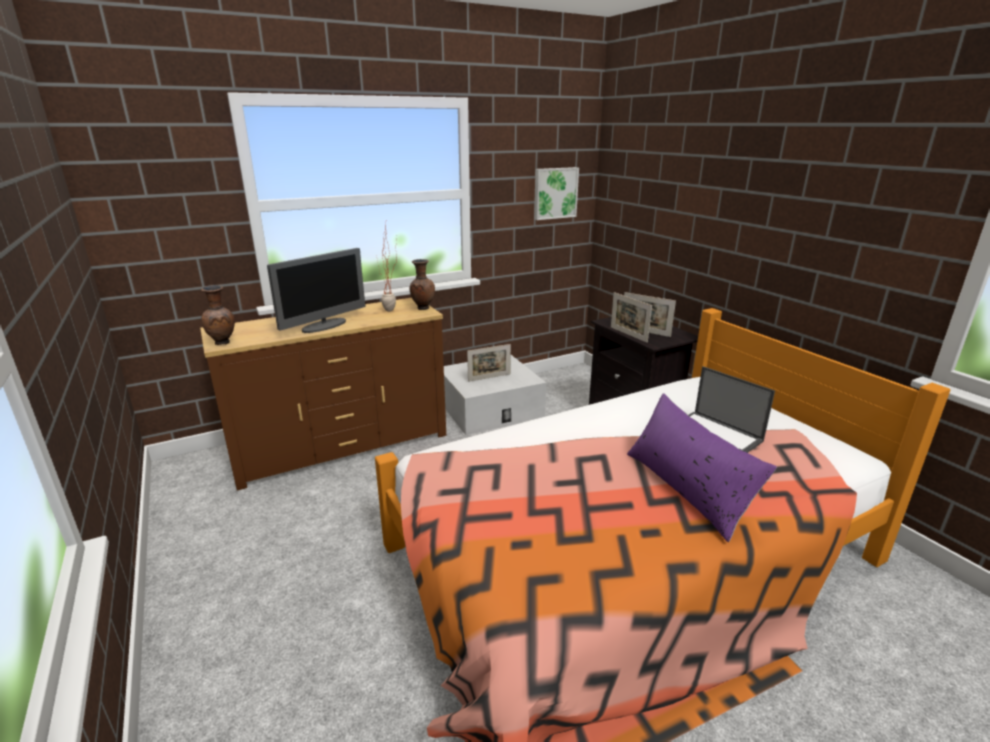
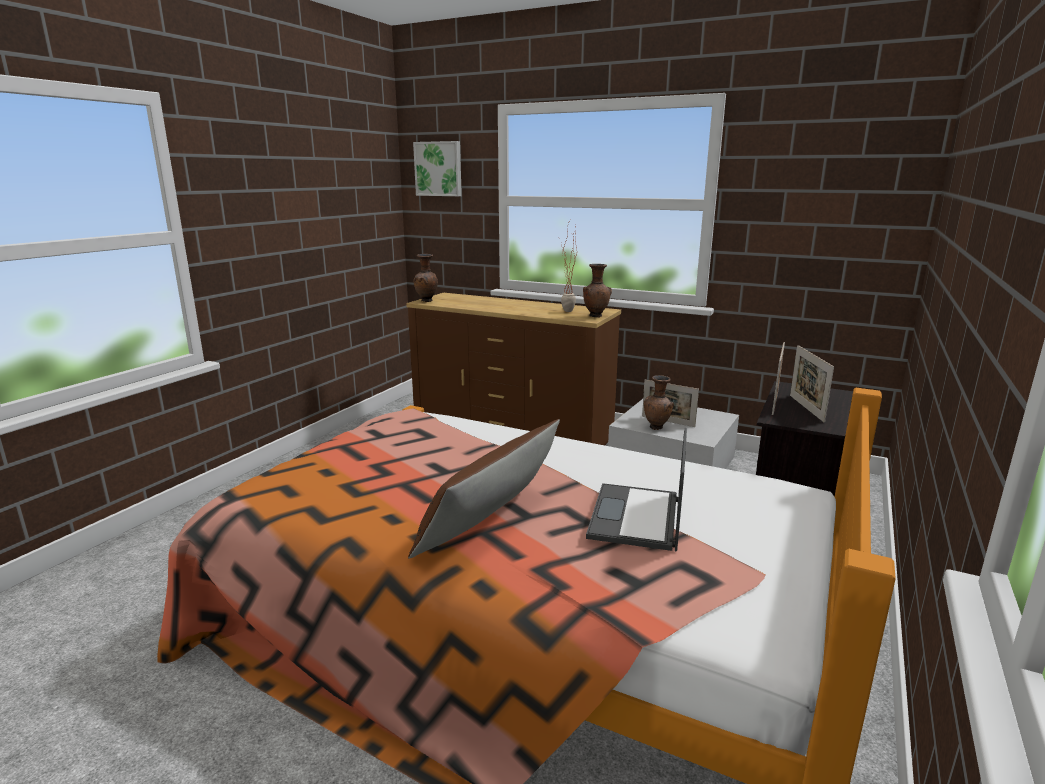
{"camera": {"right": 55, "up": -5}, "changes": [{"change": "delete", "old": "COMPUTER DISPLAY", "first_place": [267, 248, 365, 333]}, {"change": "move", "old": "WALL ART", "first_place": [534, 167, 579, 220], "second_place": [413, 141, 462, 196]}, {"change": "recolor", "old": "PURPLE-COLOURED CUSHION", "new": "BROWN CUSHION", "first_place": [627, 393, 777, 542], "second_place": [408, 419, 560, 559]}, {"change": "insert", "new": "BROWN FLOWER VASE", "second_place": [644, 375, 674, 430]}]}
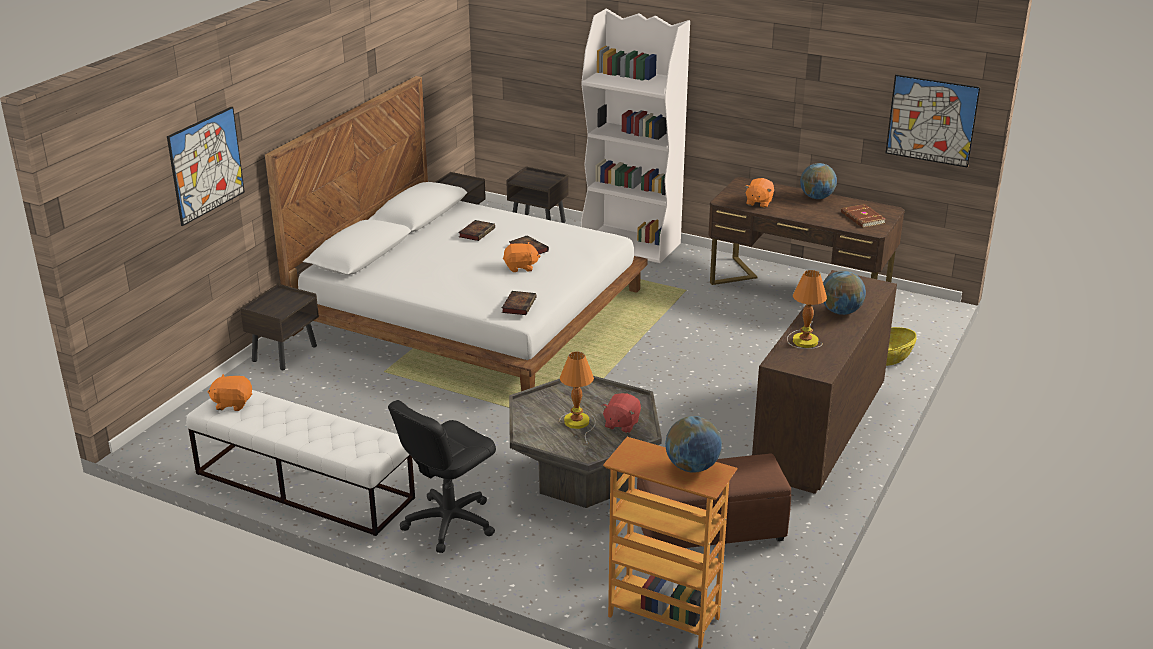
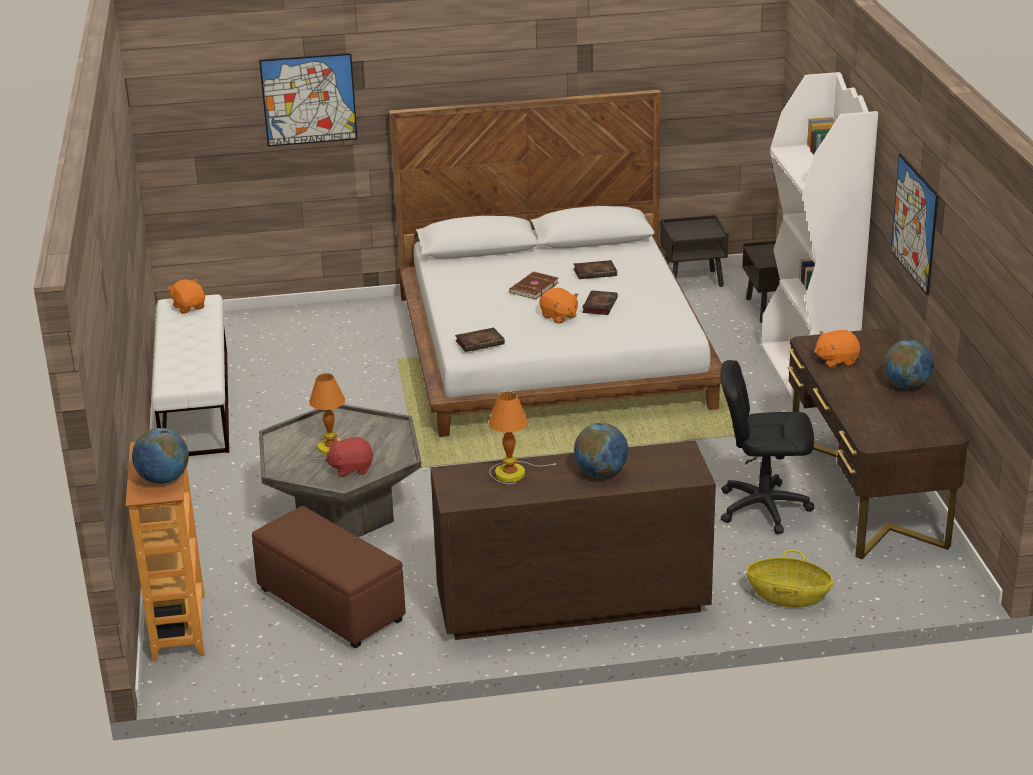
{"camera": {"right": 55, "up": 0}, "changes": [{"change": "delete", "old": "BROWN BEDSIDE TABLE", "first_place": [240, 284, 319, 370]}, {"change": "move", "old": "BLACK-COLOURED COMPUTER CHAIR", "first_place": [388, 400, 496, 553], "second_place": [720, 360, 814, 534]}, {"change": "move", "old": "BROWN BOUND BOOK", "first_place": [841, 204, 886, 228], "second_place": [509, 272, 559, 300]}, {"change": "move", "old": "WALL ART", "first_place": [885, 74, 981, 168], "second_place": [891, 154, 939, 296]}]}
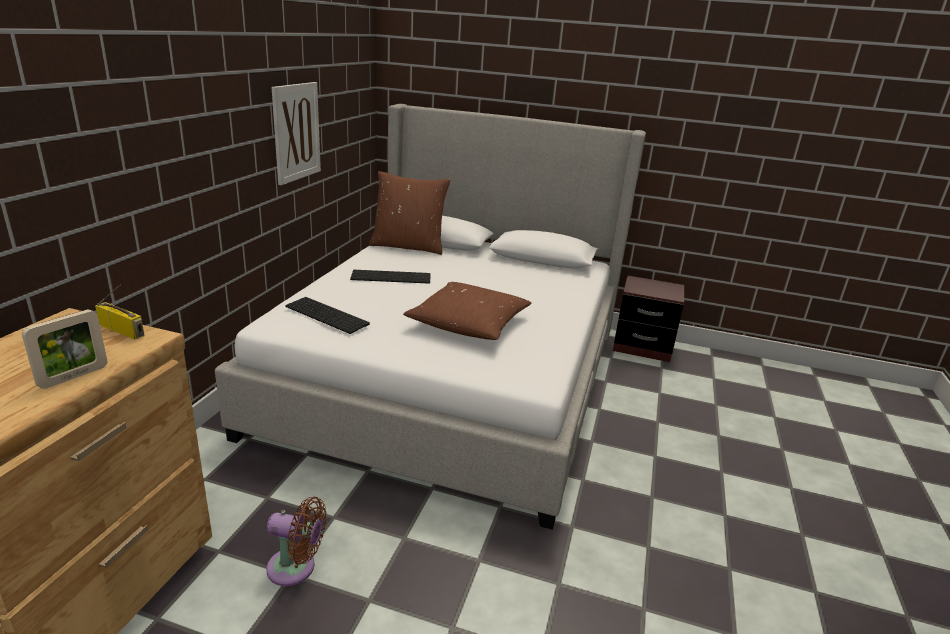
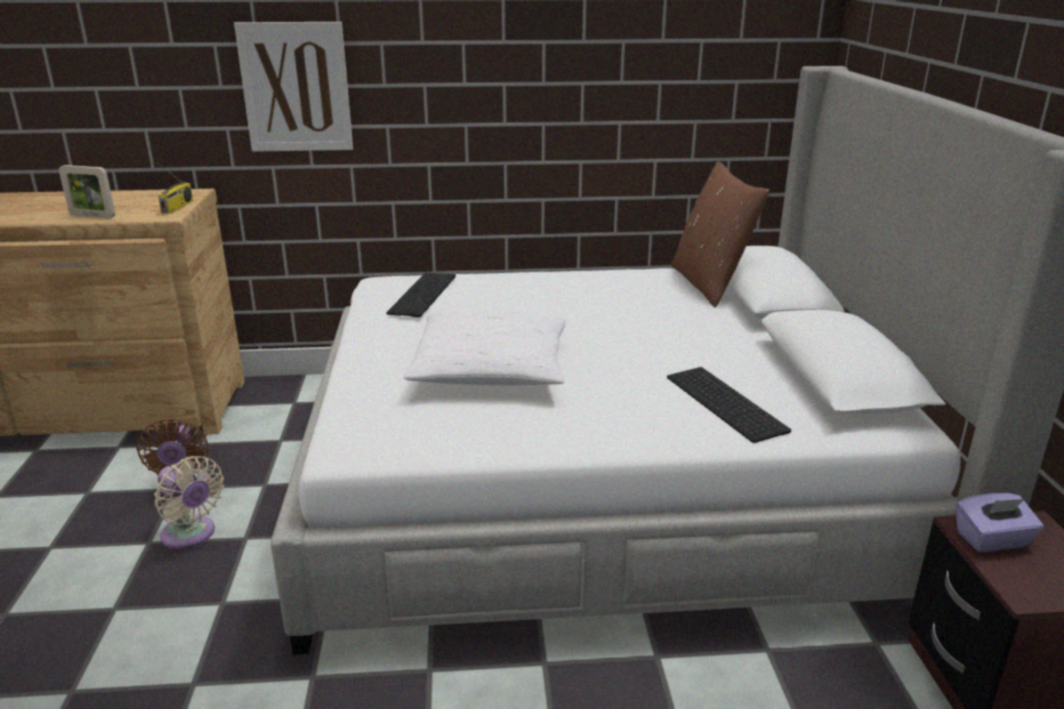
{"camera": {"right": 70, "up": 0}, "changes": [{"change": "move", "old": "WALL ART", "first_place": [272, 82, 321, 185], "second_place": [234, 22, 353, 152]}, {"change": "move", "old": "KEYBOARD", "first_place": [350, 270, 431, 284], "second_place": [667, 367, 791, 443]}, {"change": "recolor", "old": "BROWN CUSHION", "new": "WHITE CUSHION", "first_place": [403, 282, 532, 340], "second_place": [404, 311, 566, 385]}, {"change": "insert", "new": "SAND-COLOURED ELECTRIC FAN", "second_place": [154, 456, 224, 549]}, {"change": "insert", "new": "PURPLE-COLOURED TISSUE BOX", "second_place": [956, 493, 1044, 552]}]}
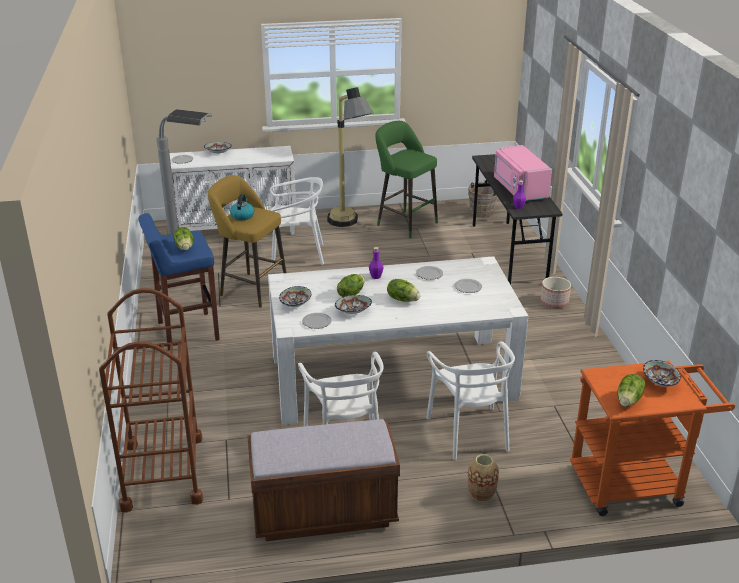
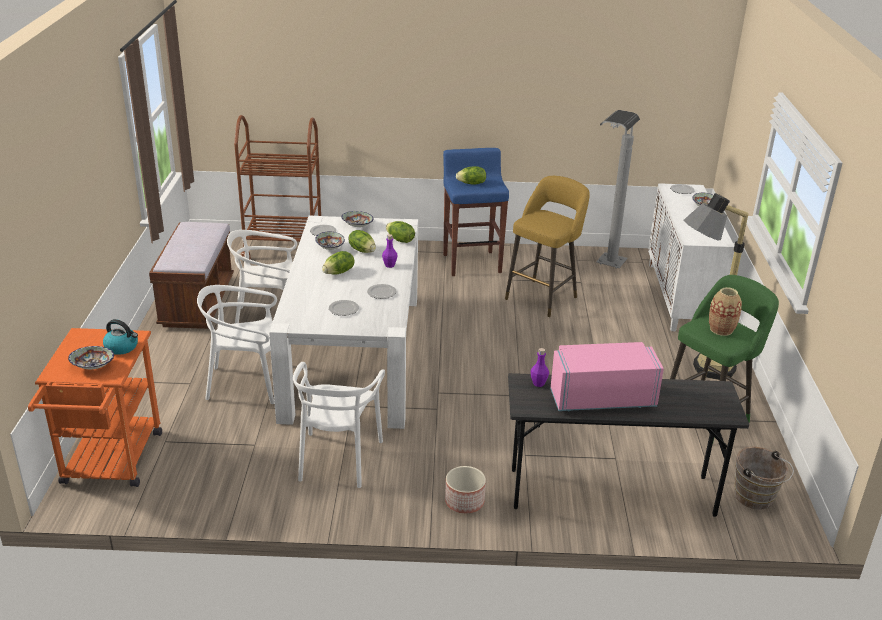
{"camera": {"right": 100, "up": 0}, "changes": [{"change": "move", "old": "KETTLE", "first_place": [230, 194, 254, 220], "second_place": [103, 319, 138, 355]}, {"change": "move", "old": "WHITE PLAIN CHAIR", "first_place": [270, 177, 324, 269], "second_place": [293, 362, 385, 488]}, {"change": "move", "old": "FLOWER VASE", "first_place": [468, 454, 499, 502], "second_place": [709, 287, 742, 336]}, {"change": "move", "old": "HEAD OF LETTUCE", "first_place": [617, 374, 645, 407], "second_place": [386, 221, 415, 243]}]}
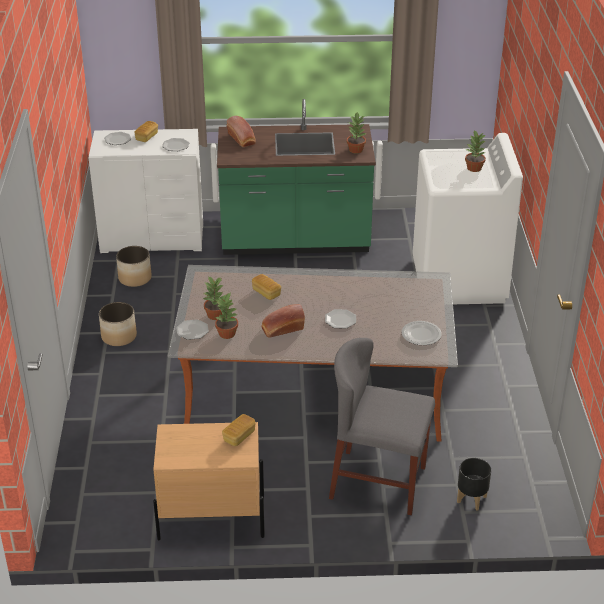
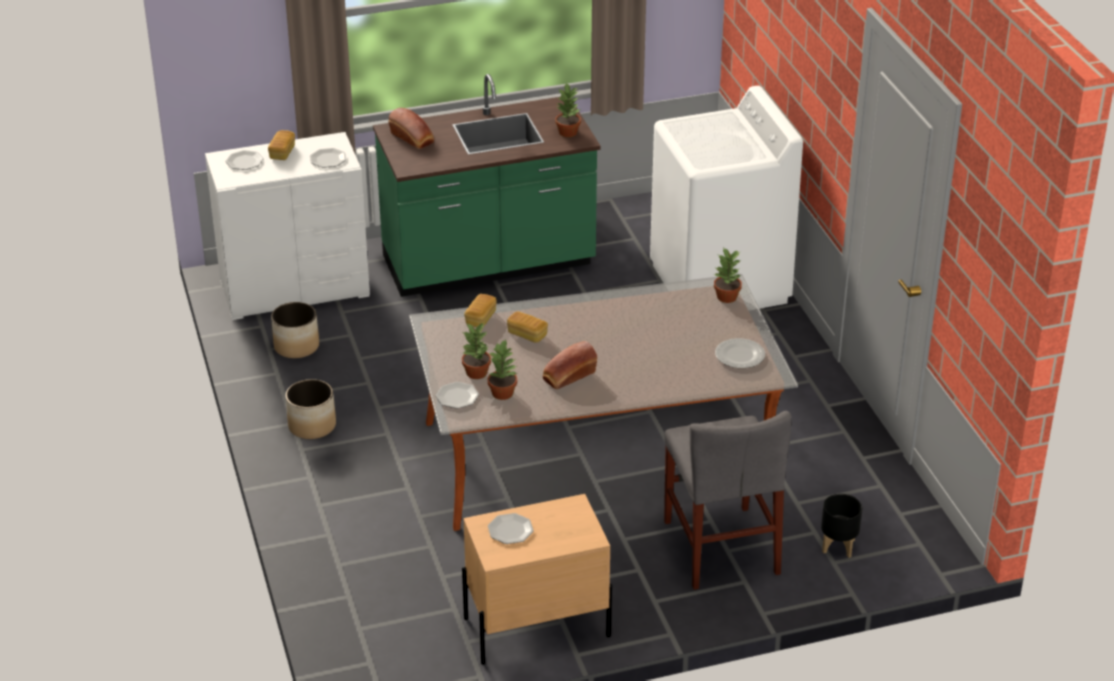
{"camera": {"right": -15, "up": 0}, "changes": [{"change": "move", "old": "BREAD", "first_place": [222, 414, 256, 446], "second_place": [464, 294, 497, 327]}, {"change": "move", "old": "DINNER PLATE", "first_place": [325, 309, 356, 329], "second_place": [488, 513, 534, 544]}, {"change": "rotate", "old": "GREY PLAIN CHAIR", "first_place": [329, 338, 435, 515], "second_place": [664, 411, 792, 590], "degrees": -105}, {"change": "move", "old": "PLANT IN A POT", "first_place": [465, 130, 486, 172], "second_place": [714, 247, 742, 303]}]}
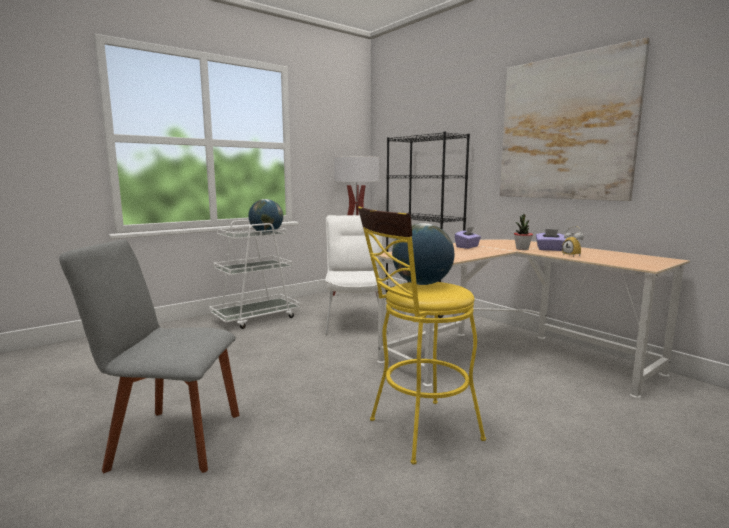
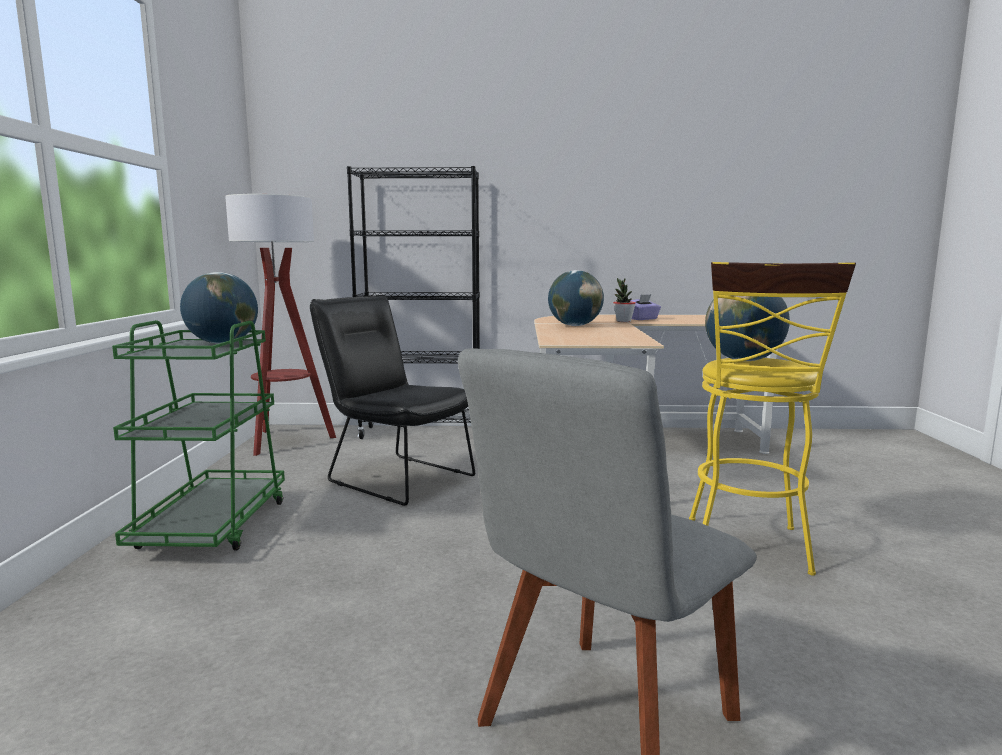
{"camera": {"right": -50, "up": 0}, "changes": [{"change": "recolor", "old": "WHITE CART", "new": "GREENISH CART", "first_place": [209, 220, 300, 329], "second_place": [112, 320, 285, 550]}, {"change": "recolor", "old": "WHITE PLAIN CHAIR", "new": "BLACK-COLOURED PLAIN CHAIR", "first_place": [325, 215, 388, 336], "second_place": [310, 295, 475, 506]}, {"change": "replace", "old": "PURPLE-COLOURED TISSUE BOX", "new": "WORLD GLOBE", "first_place": [455, 227, 481, 249], "second_place": [548, 270, 604, 326]}, {"change": "delete", "old": "WALL ART", "first_place": [500, 37, 650, 201]}, {"change": "delete", "old": "BEDSIDE CLOCK", "first_place": [562, 226, 584, 257]}]}
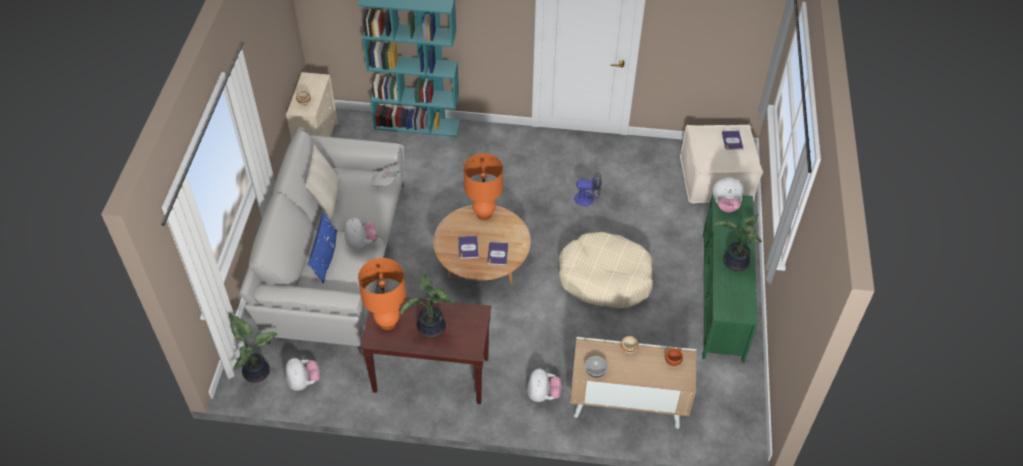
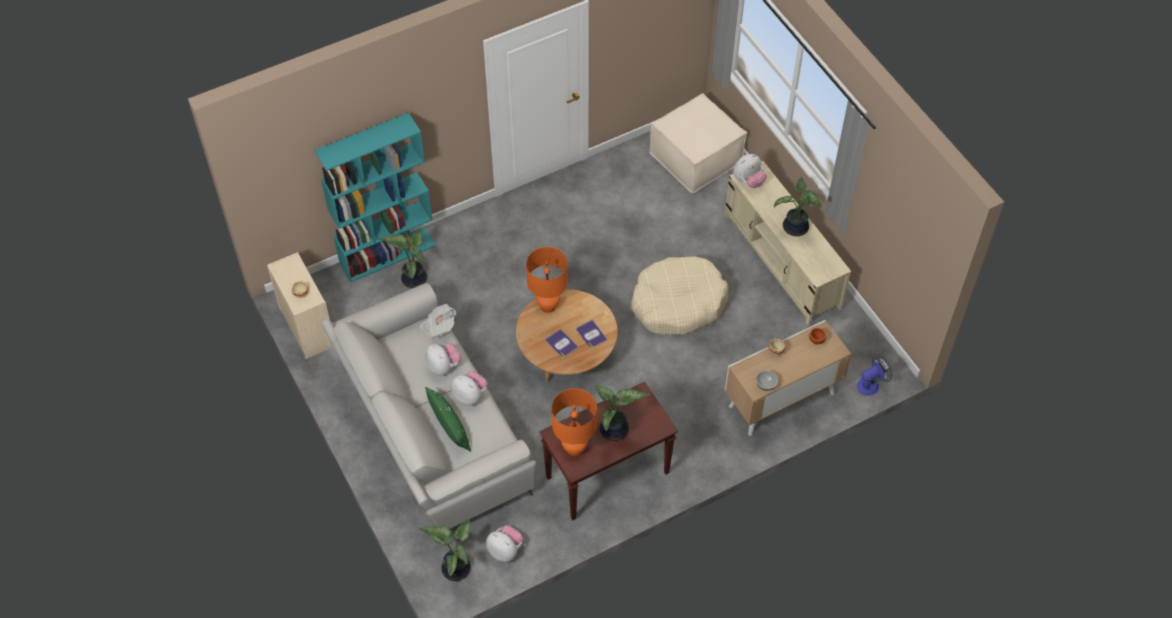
{"camera": {"right": -35, "up": 5}, "changes": [{"change": "delete", "old": "SAND-COLOURED CUSHION", "first_place": [305, 145, 340, 221]}, {"change": "recolor", "old": "BLUE CUSHION", "new": "GREENISH CUSHION", "first_place": [307, 212, 337, 283], "second_place": [425, 387, 471, 452]}, {"change": "move", "old": "SOFT TOY", "first_place": [527, 369, 561, 402], "second_place": [425, 343, 461, 376]}, {"change": "move", "old": "ELECTRIC FAN", "first_place": [574, 172, 602, 206], "second_place": [857, 354, 892, 396]}, {"change": "recolor", "old": "GREENISH TV STAND", "new": "SAND-COLOURED TV STAND", "first_place": [702, 193, 758, 363], "second_place": [725, 161, 851, 326]}, {"change": "delete", "old": "BOUND BOOK", "first_place": [722, 131, 744, 150]}, {"change": "insert", "new": "PLANT IN A POT", "second_place": [379, 230, 427, 288]}]}
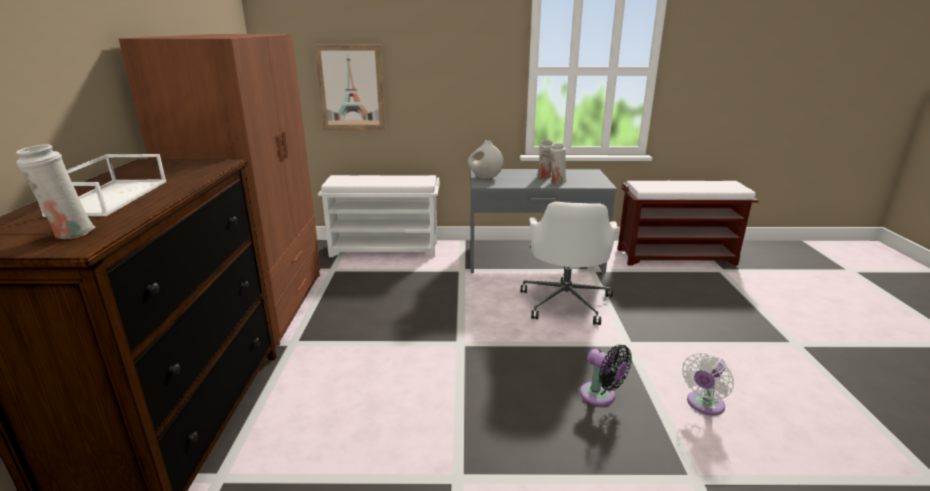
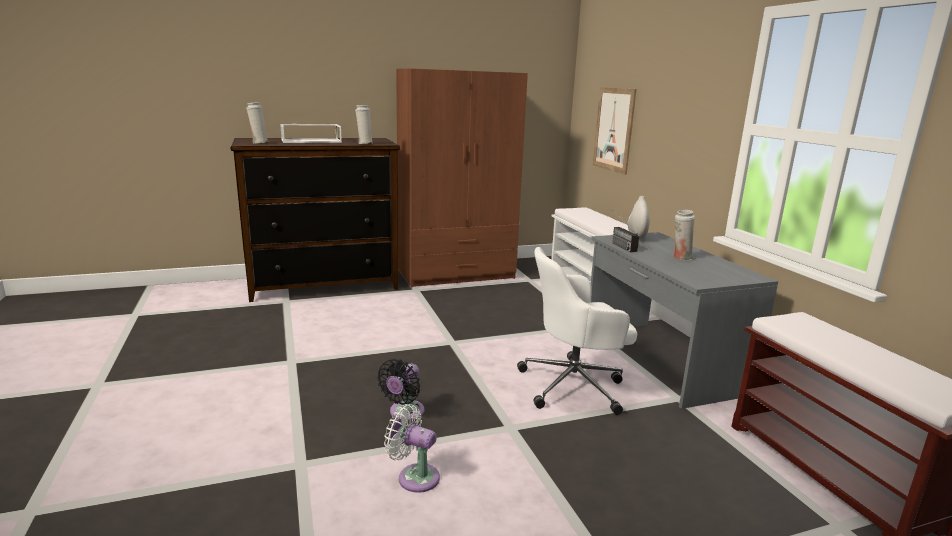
{"camera": {"right": 70, "up": -5}, "changes": [{"change": "move", "old": "WHITE FLOWER VASE", "first_place": [550, 143, 567, 184], "second_place": [355, 105, 373, 144]}, {"change": "insert", "new": "RADIO RECEIVER", "second_place": [612, 210, 639, 252]}]}
